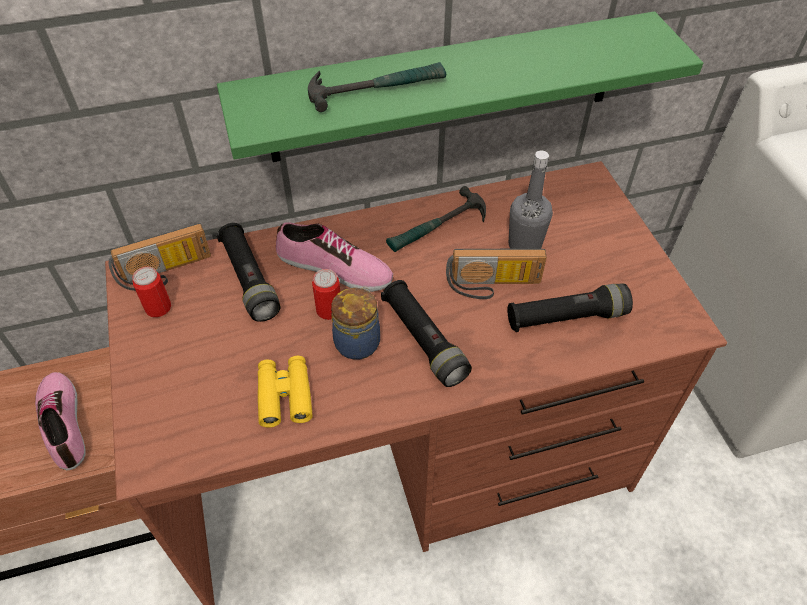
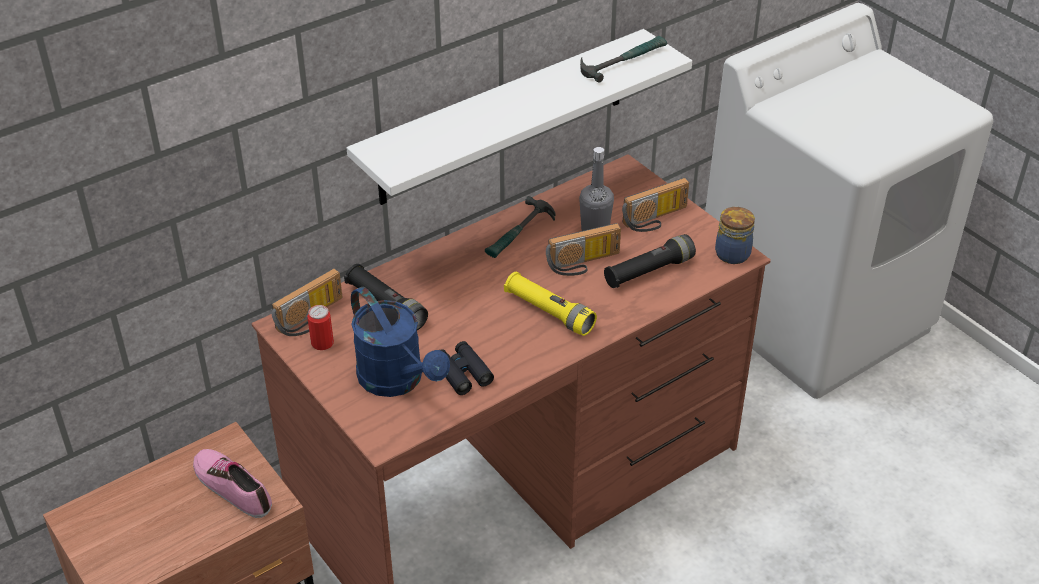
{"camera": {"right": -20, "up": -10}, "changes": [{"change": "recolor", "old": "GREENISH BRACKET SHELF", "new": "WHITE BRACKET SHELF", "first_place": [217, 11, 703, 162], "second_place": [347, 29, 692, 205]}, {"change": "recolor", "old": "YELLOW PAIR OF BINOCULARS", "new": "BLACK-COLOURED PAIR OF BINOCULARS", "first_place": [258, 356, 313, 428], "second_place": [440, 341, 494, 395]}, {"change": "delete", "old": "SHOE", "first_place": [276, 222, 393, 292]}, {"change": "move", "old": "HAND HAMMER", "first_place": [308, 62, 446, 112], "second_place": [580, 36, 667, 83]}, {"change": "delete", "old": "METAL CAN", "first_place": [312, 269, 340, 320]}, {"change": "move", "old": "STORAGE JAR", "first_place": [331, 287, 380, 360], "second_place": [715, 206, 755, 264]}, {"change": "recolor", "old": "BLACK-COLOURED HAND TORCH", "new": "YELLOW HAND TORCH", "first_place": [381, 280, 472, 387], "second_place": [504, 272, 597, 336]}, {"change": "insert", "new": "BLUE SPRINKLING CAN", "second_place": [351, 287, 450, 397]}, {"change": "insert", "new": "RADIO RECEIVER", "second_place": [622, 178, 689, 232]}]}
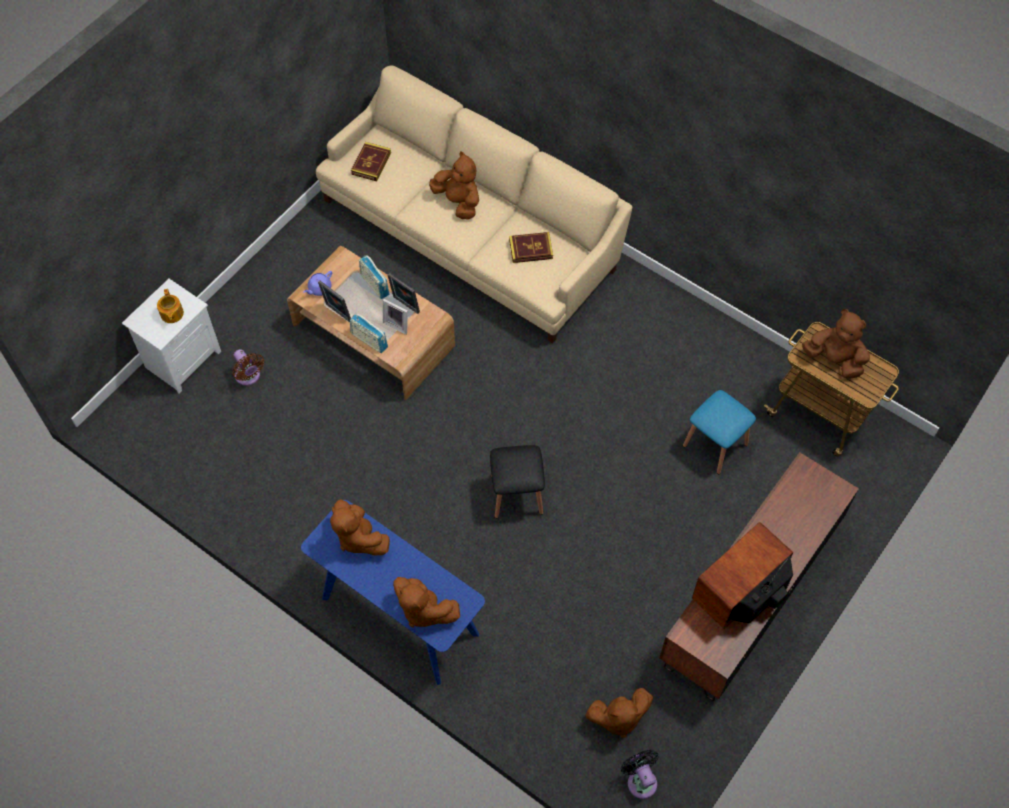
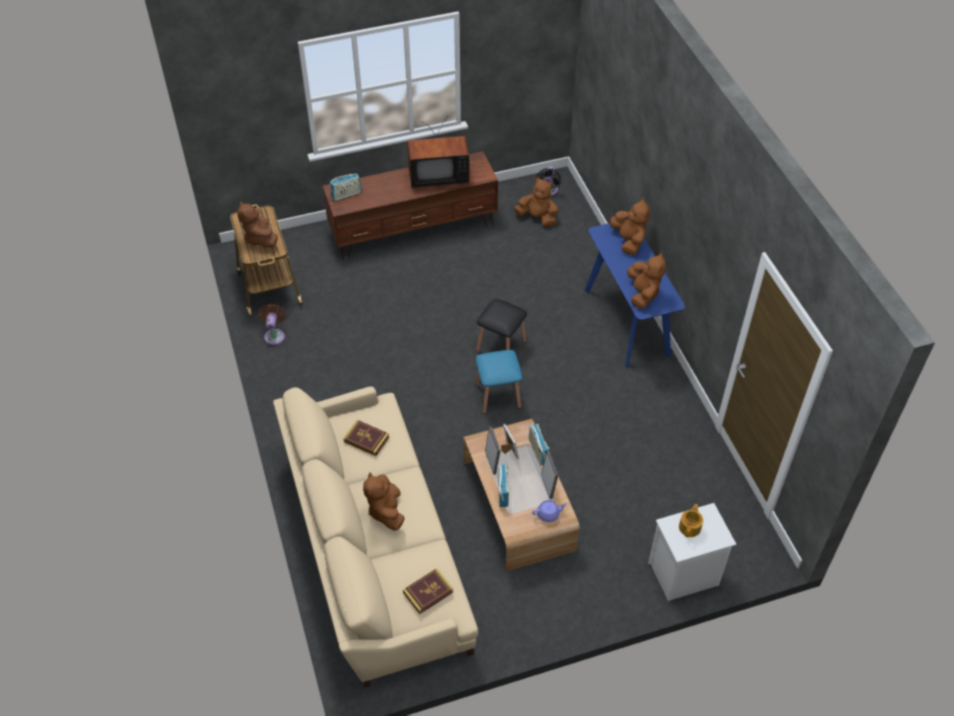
{"camera": {"right": -145, "up": -10}, "changes": [{"change": "move", "old": "BROWN ELECTRIC FAN", "first_place": [233, 349, 264, 386], "second_place": [258, 304, 286, 345]}, {"change": "move", "old": "BLUE SITTING STOOL", "first_place": [683, 390, 756, 474], "second_place": [476, 350, 522, 414]}, {"change": "insert", "new": "RADIO RECEIVER", "second_place": [330, 173, 362, 201]}]}
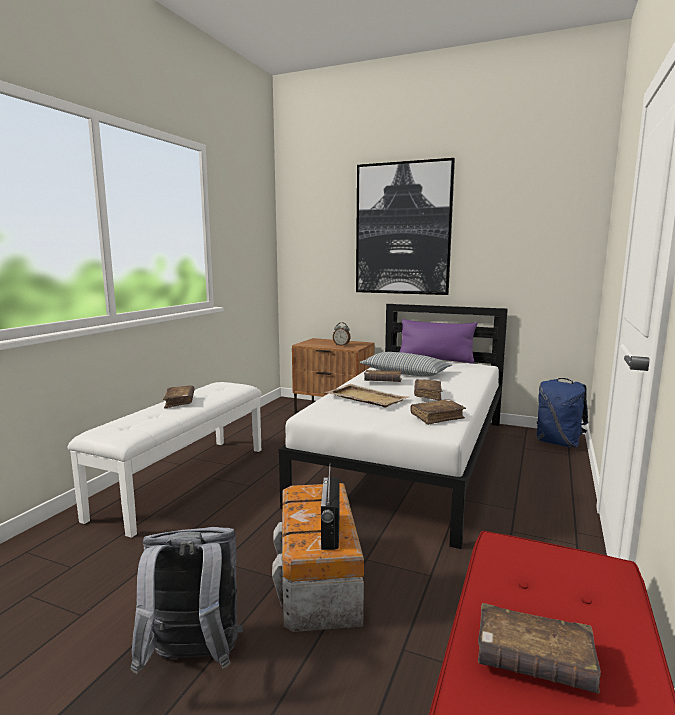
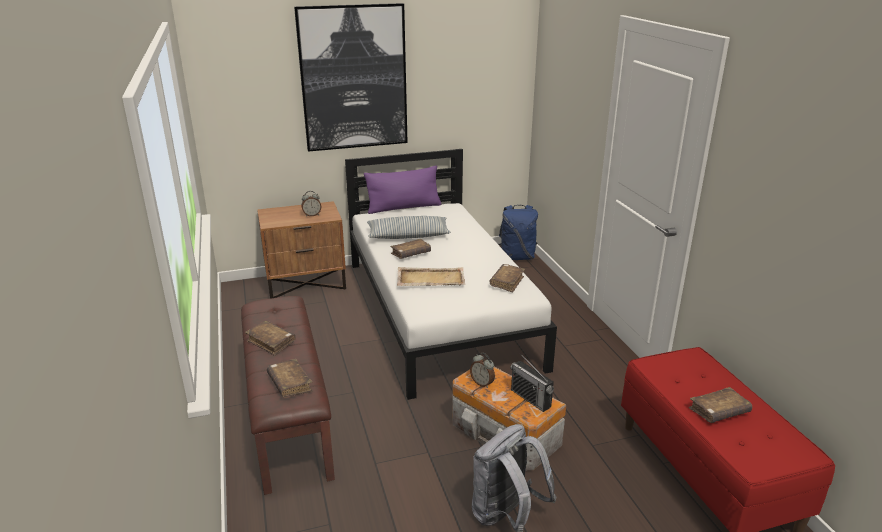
{"camera": {"right": -40, "up": 15}, "changes": [{"change": "recolor", "old": "WHITE INDOOR BENCH", "new": "BROWN INDOOR BENCH", "first_place": [67, 382, 262, 538], "second_place": [241, 296, 335, 495]}, {"change": "move", "old": "BROWN BOUND BOOK", "first_place": [414, 379, 442, 400], "second_place": [267, 359, 313, 398]}, {"change": "insert", "new": "BEDSIDE CLOCK", "second_place": [470, 353, 495, 388]}]}
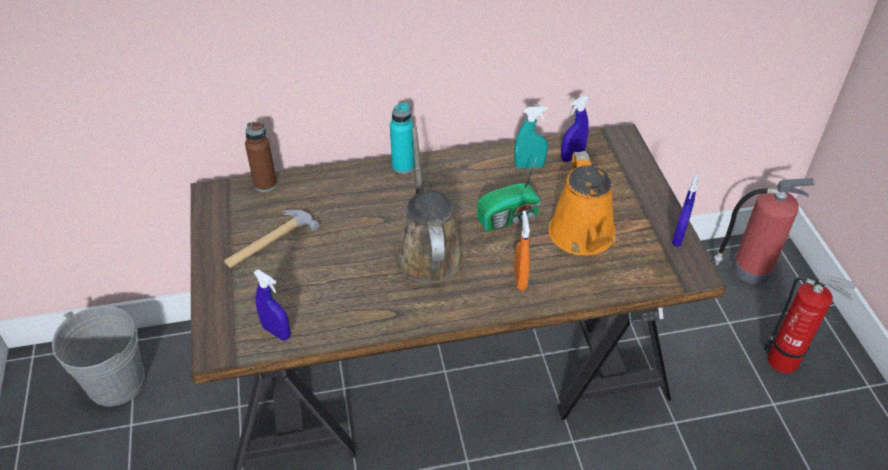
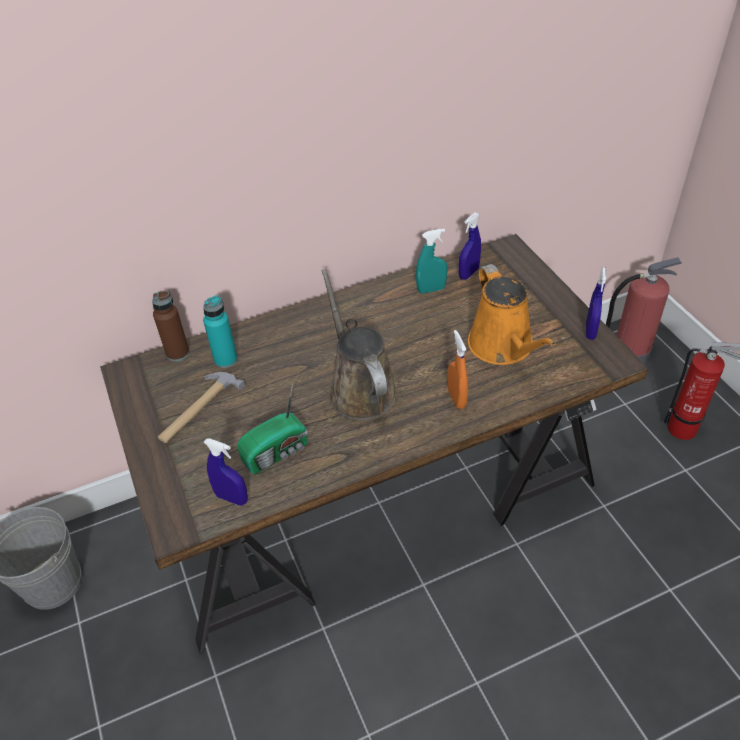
{"camera": {"right": -10, "up": 0}, "changes": [{"change": "move", "old": "TURQUOISE-COLOURED BOTTLE", "first_place": [390, 103, 414, 174], "second_place": [203, 295, 238, 368]}, {"change": "move", "old": "RADIO RECEIVER", "first_place": [477, 157, 541, 231], "second_place": [237, 383, 308, 474]}]}
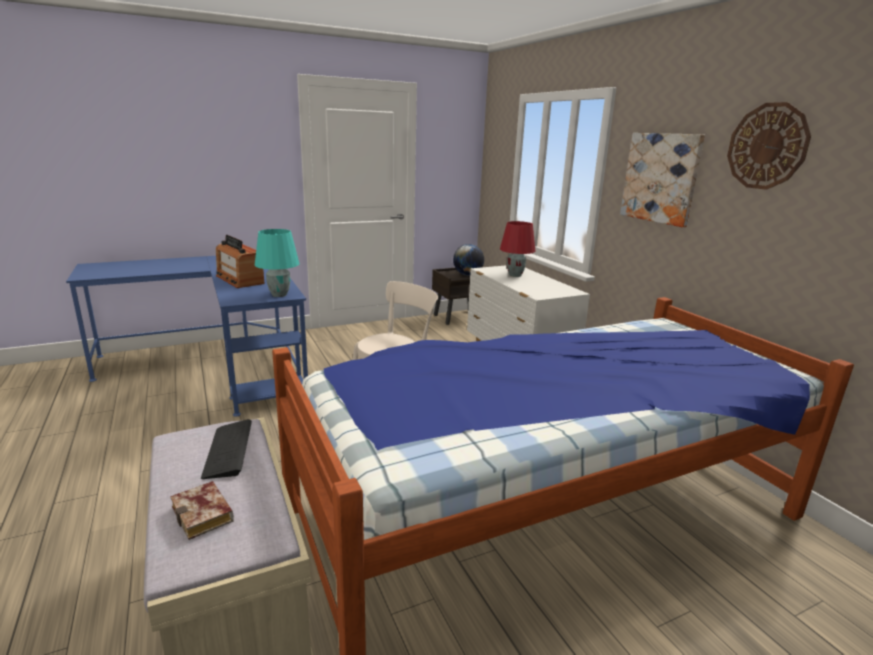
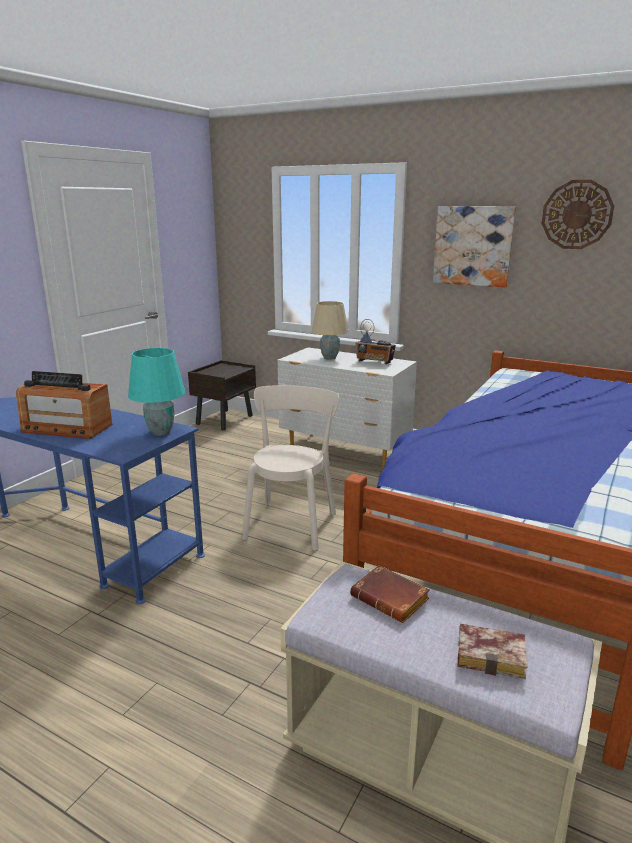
{"camera": {"right": -35, "up": 0}, "changes": [{"change": "replace", "old": "KEYBOARD", "new": "BROWN BOUND BOOK", "first_place": [201, 419, 252, 479], "second_place": [350, 565, 430, 623]}, {"change": "delete", "old": "WORLD GLOBE", "first_place": [453, 244, 484, 276]}, {"change": "recolor", "old": "RED TABLE LAMP", "new": "SAND-COLOURED TABLE LAMP", "first_place": [500, 221, 535, 277], "second_place": [312, 301, 348, 360]}, {"change": "insert", "new": "RADIO RECEIVER", "second_place": [355, 319, 396, 364]}]}
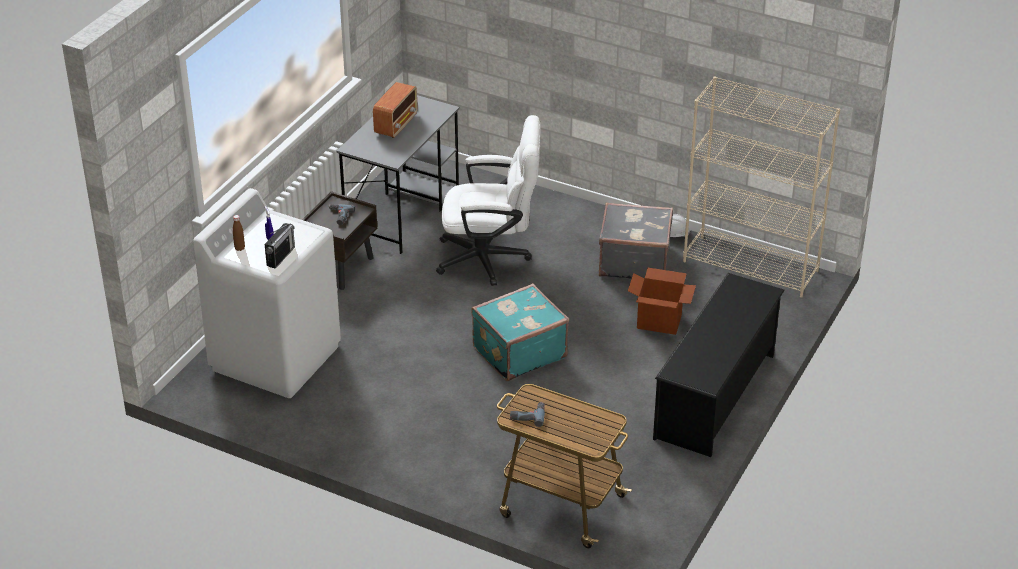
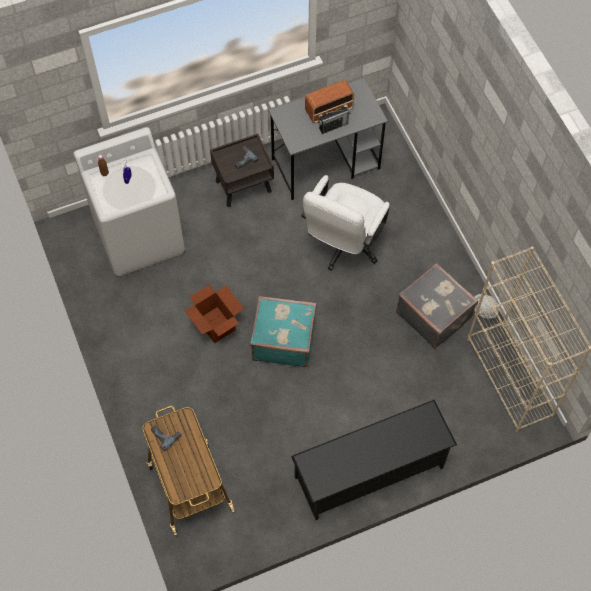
{"camera": {"right": 40, "up": 25}, "changes": [{"change": "move", "old": "RADIO RECEIVER", "first_place": [264, 223, 295, 269], "second_place": [318, 107, 351, 134]}, {"change": "rotate", "old": "WHITE COMPUTER CHAIR", "first_place": [436, 115, 540, 286], "second_place": [301, 175, 390, 271], "degrees": 75}, {"change": "move", "old": "PACKING BOX", "first_place": [628, 268, 696, 335], "second_place": [184, 284, 244, 344]}]}
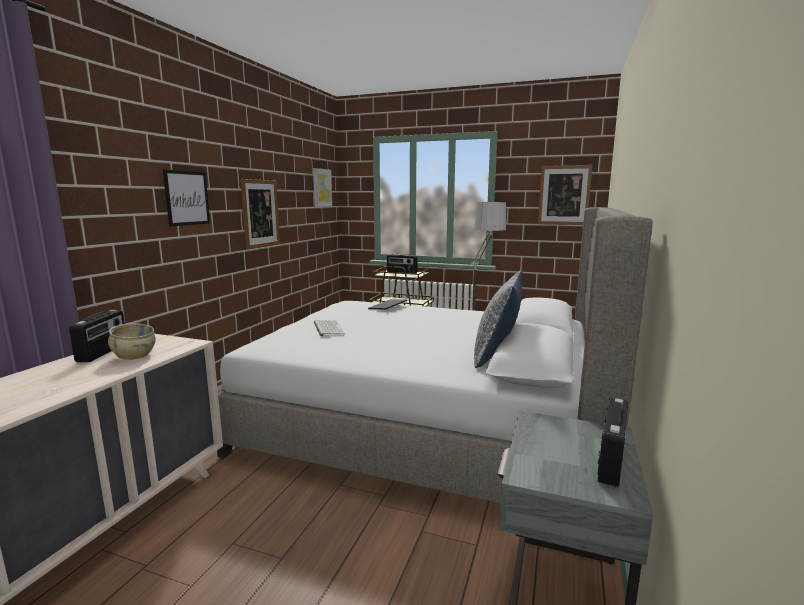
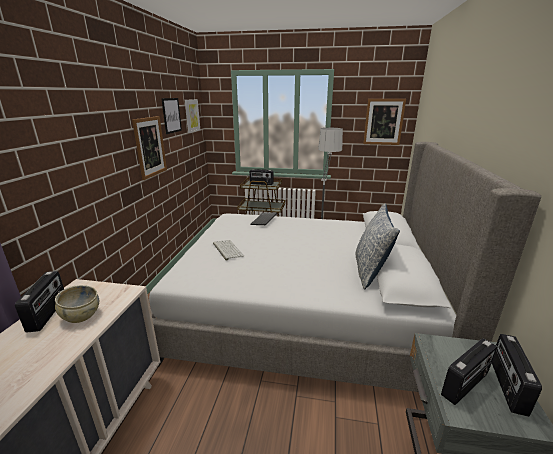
{"camera": {"right": -10, "up": 10}, "changes": [{"change": "move", "old": "WALL ART", "first_place": [163, 170, 210, 226], "second_place": [161, 98, 182, 134]}, {"change": "insert", "new": "RADIO RECEIVER", "second_place": [441, 338, 497, 405]}]}
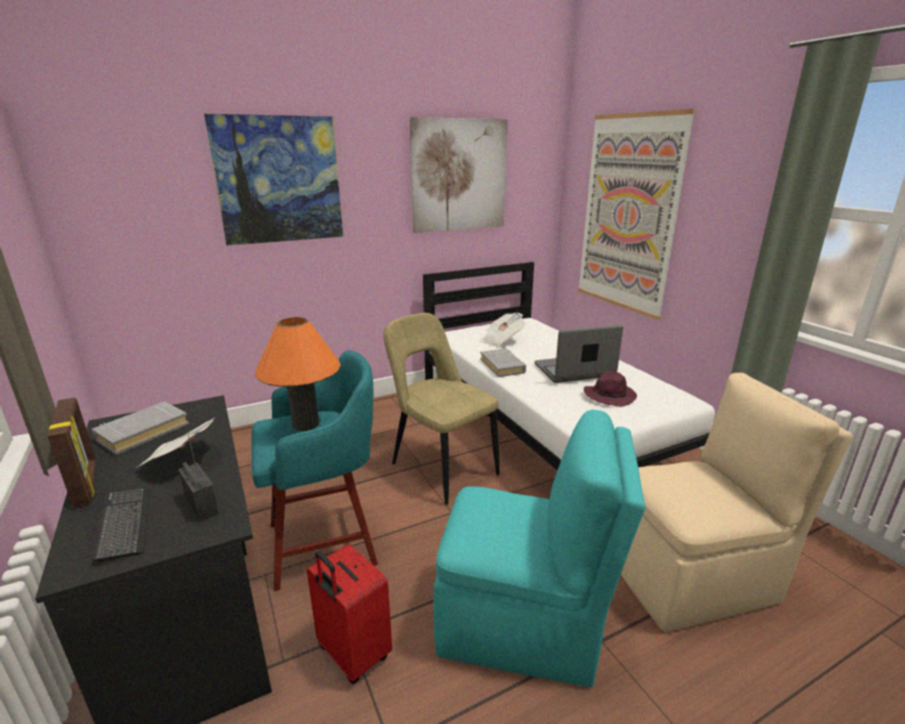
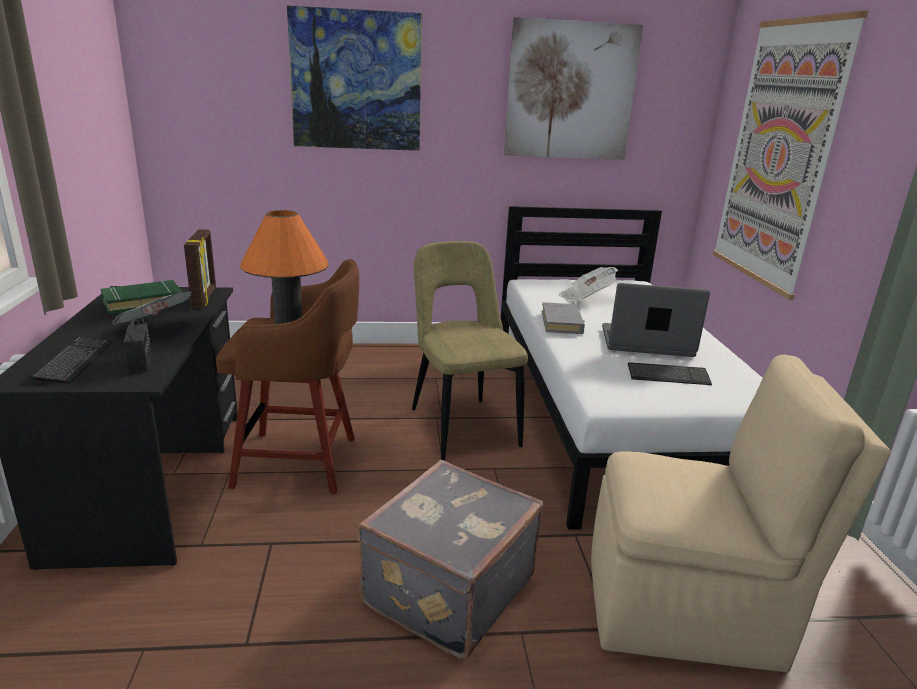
{"camera": {"right": 20, "up": 0}, "changes": [{"change": "move", "old": "STANDING FRAME", "first_place": [48, 397, 97, 508], "second_place": [184, 229, 216, 308]}, {"change": "recolor", "old": "GREY BOUND BOOK", "new": "GREENISH BOUND BOOK", "first_place": [92, 402, 189, 455], "second_place": [101, 280, 184, 314]}, {"change": "recolor", "old": "TURQUOISE-COLOURED SITTING STOOL", "new": "BROWN SITTING STOOL", "first_place": [251, 350, 378, 591], "second_place": [216, 259, 359, 494]}, {"change": "delete", "old": "RED TRAVEL CASE", "first_place": [307, 544, 392, 684]}, {"change": "replace", "old": "TURQUOISE-COLOURED PLAIN CHAIR", "new": "GREY TRAVEL CASE", "first_place": [434, 410, 645, 687], "second_place": [357, 460, 543, 659]}, {"change": "replace", "old": "PURPLE-COLOURED CLOTHING HAT", "new": "KEYBOARD", "first_place": [584, 371, 637, 407], "second_place": [628, 362, 712, 385]}]}
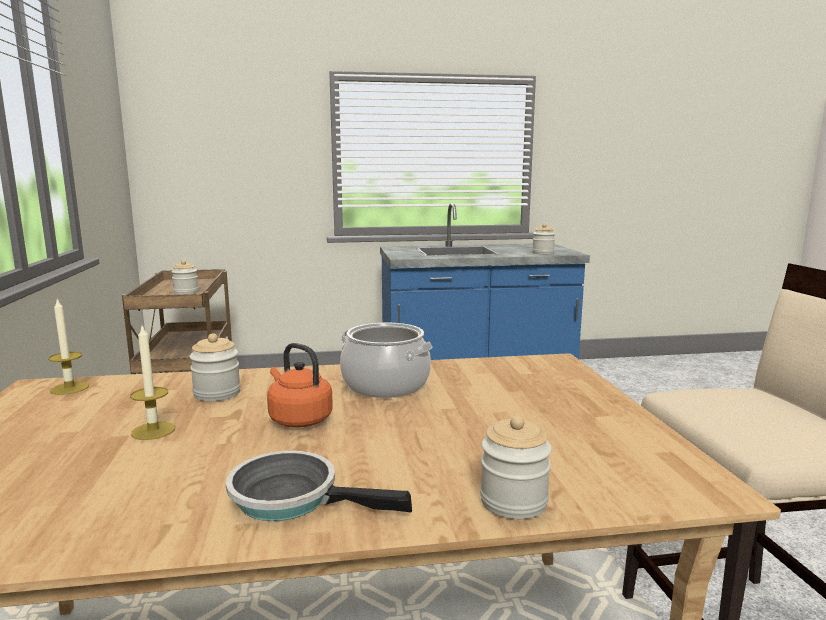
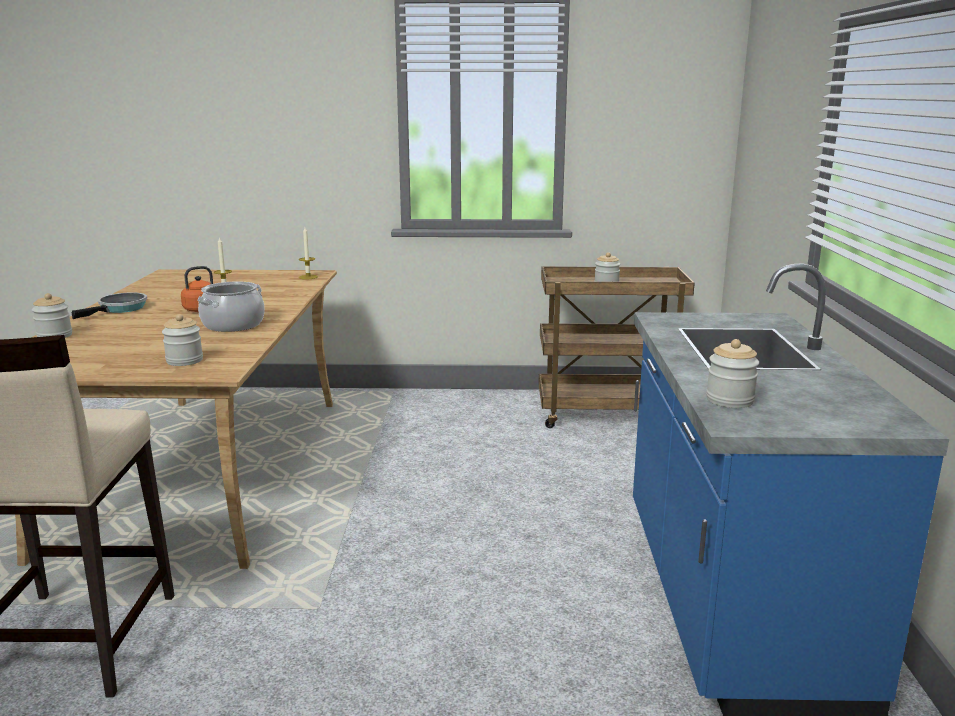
{"camera": {"right": 100, "up": 5}, "changes": [{"change": "move", "old": "STORAGE JAR", "first_place": [189, 333, 241, 401], "second_place": [162, 314, 203, 366]}]}
